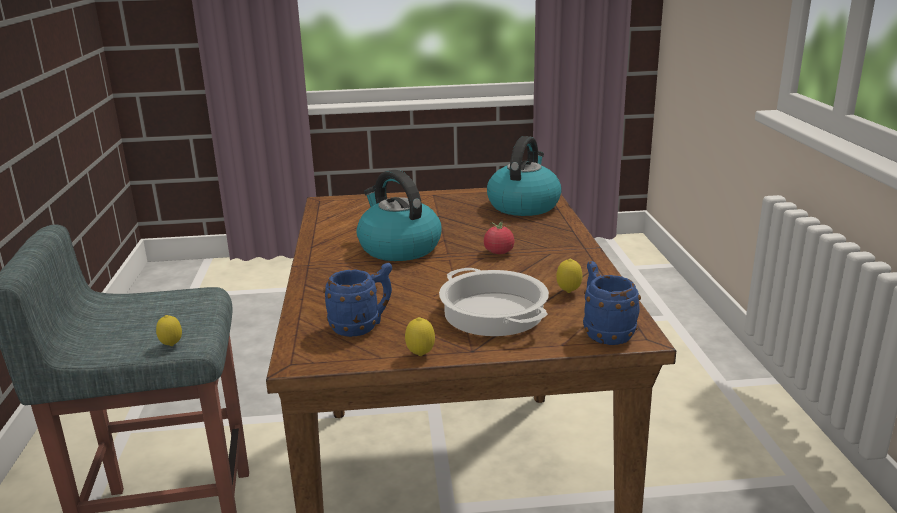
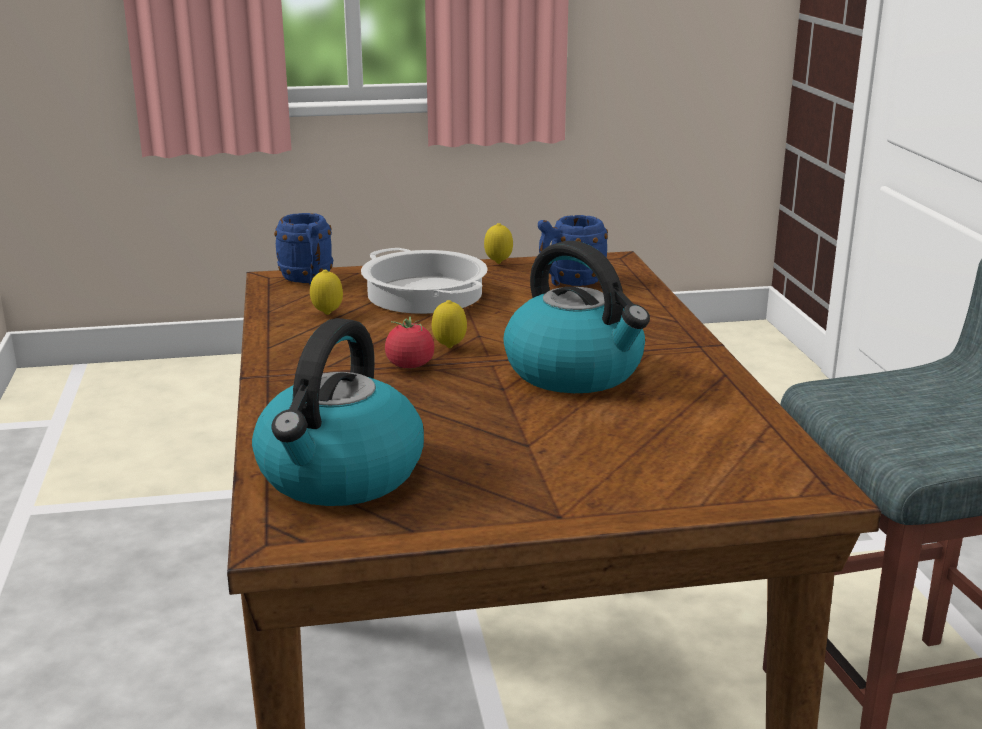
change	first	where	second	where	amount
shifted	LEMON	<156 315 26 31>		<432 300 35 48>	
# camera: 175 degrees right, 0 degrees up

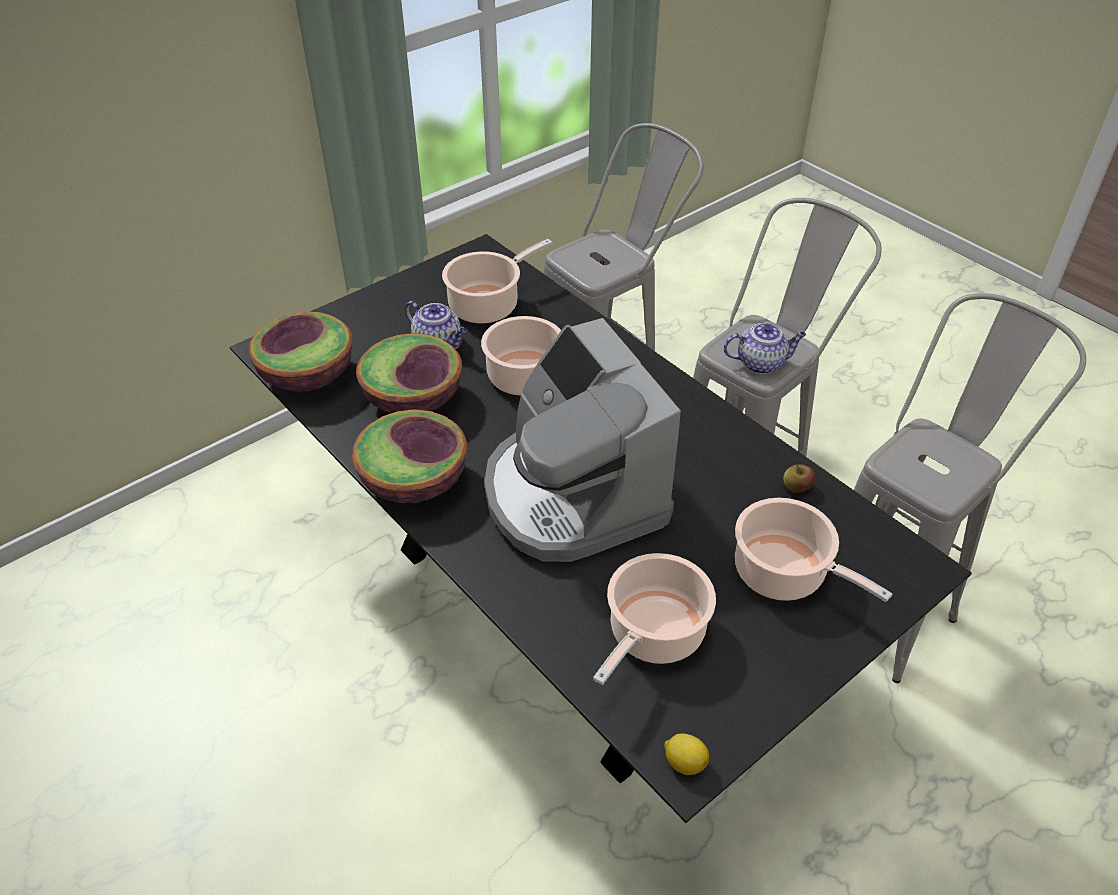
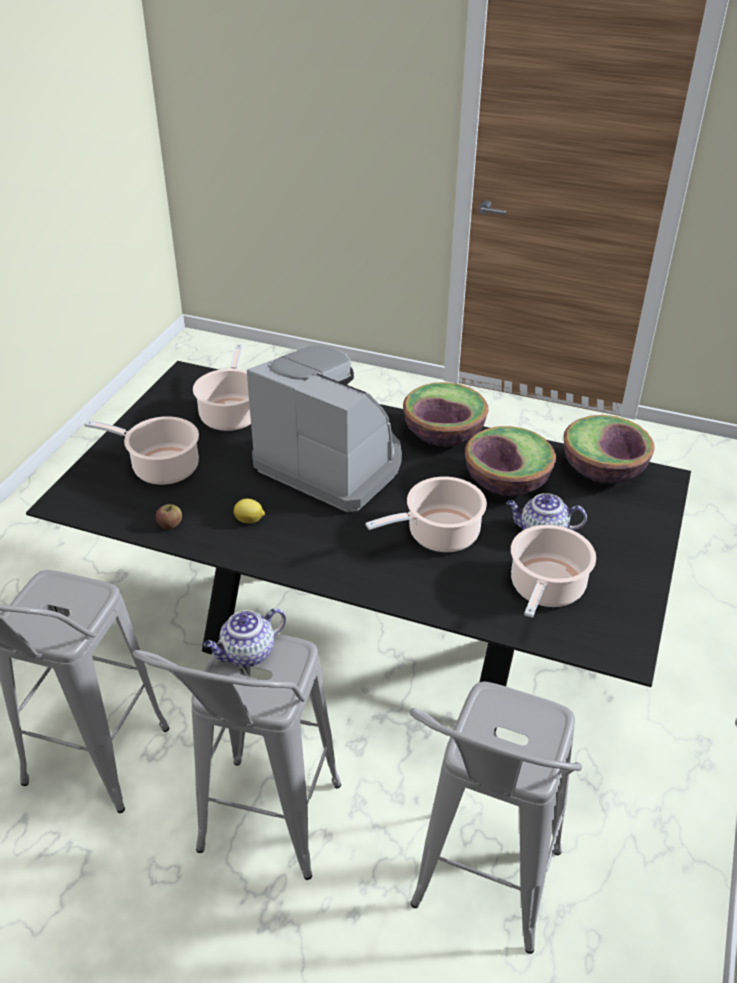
change	first	where	second	where	amount
shifted	LEMON	<664 733 45 42>		<234 499 31 25>	
# camera: 150 degrees right, 5 degrees down

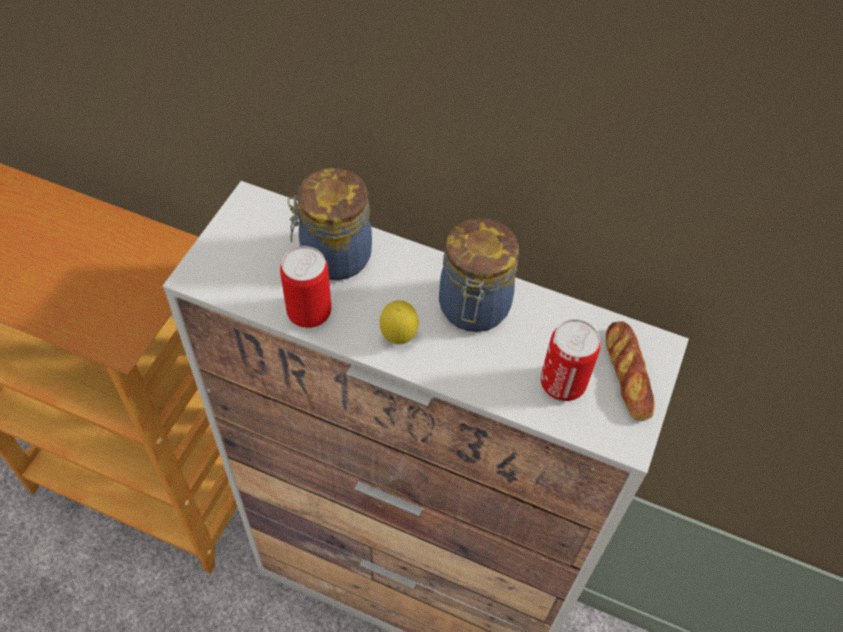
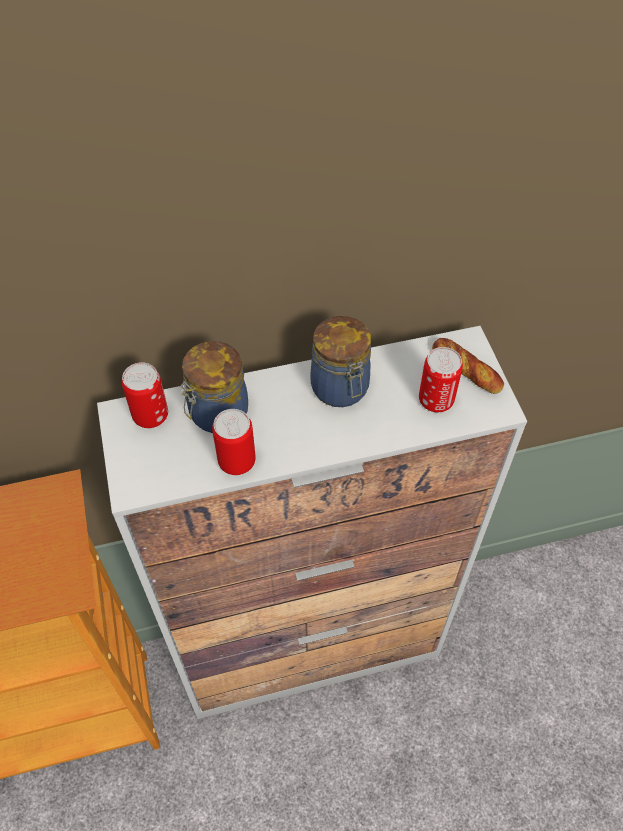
change	first	where	second	where	amount
gone	LEMON	<380 300 39 44>			
new			CAN	<122 362 46 66>	
# camera: 35 degrees left, 0 degrees up

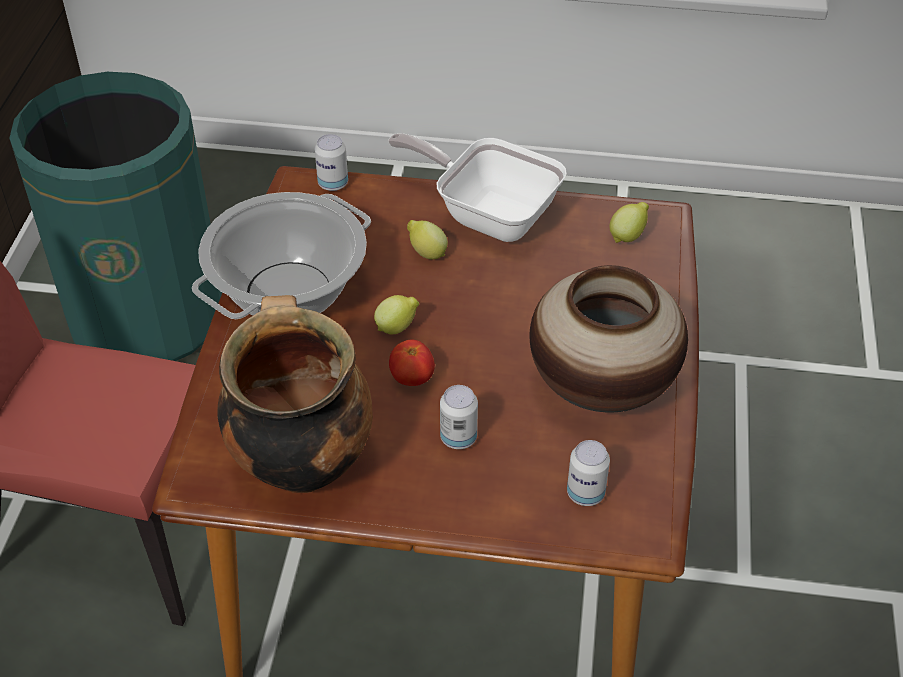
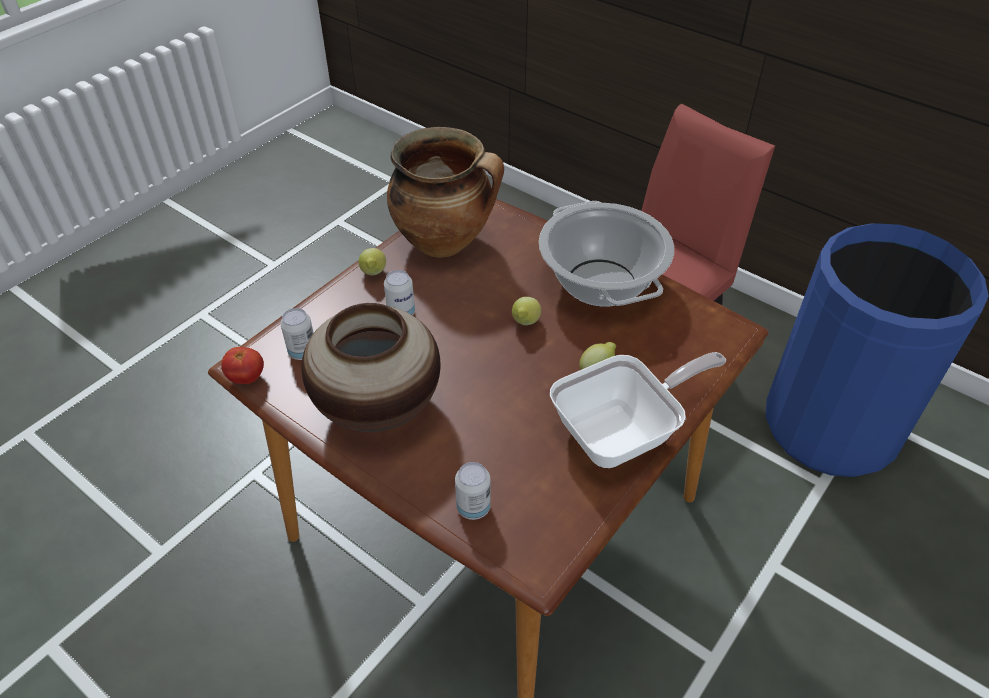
change	first	where	second	where	amount
repainted	GREEN TRASH CAN	<9 72 213 289>	BLUE TRASH CAN	<765 223 224 254>	
shifted	CAN	<315 134 33 57>		<455 462 36 58>	
shifted	TOMATO	<389 340 46 46>		<221 347 43 37>	
shifted	LEMON	<609 202 40 41>		<359 248 27 27>	
# camera: 120 degrees right, 0 degrees up

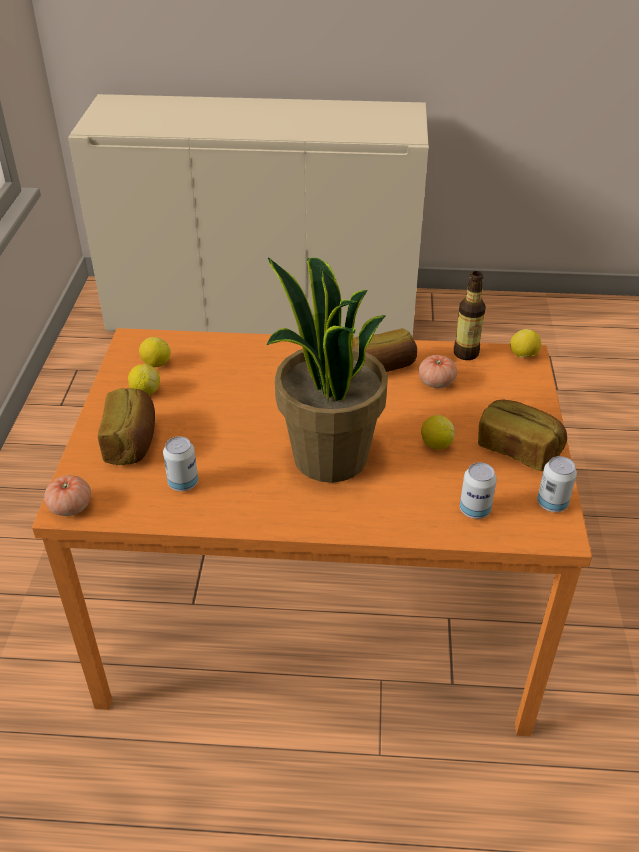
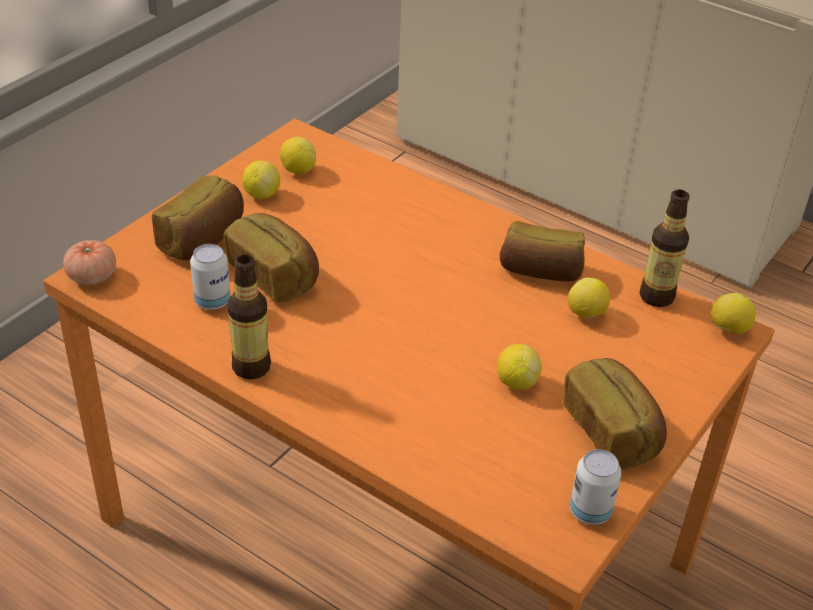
change	first	where	second	where	amount
gone	POTTED PLANT	<267 257 121 226>			
swapped	TOMATO	<419 355 38 33>	LEMON	<568 277 42 42>	
gone	CAN	<460 463 37 56>			
new			BREAD	<224 213 95 90>	
new			BOTTLE	<228 255 43 124>	
# camera: 30 degrees right, 0 degrees up

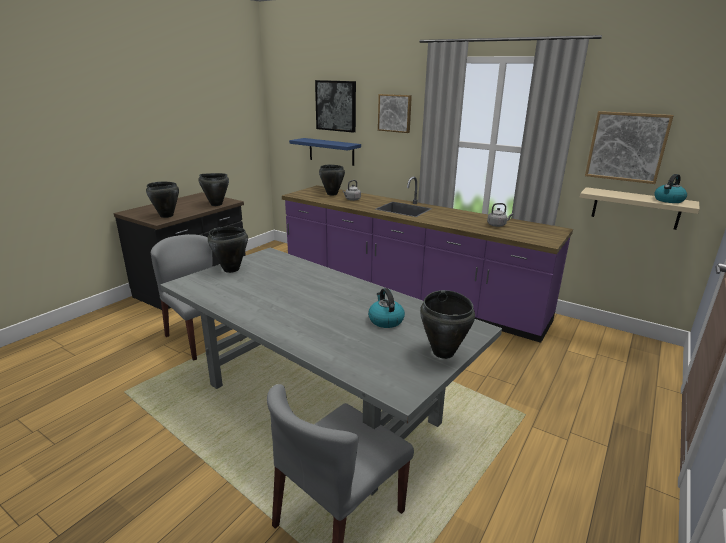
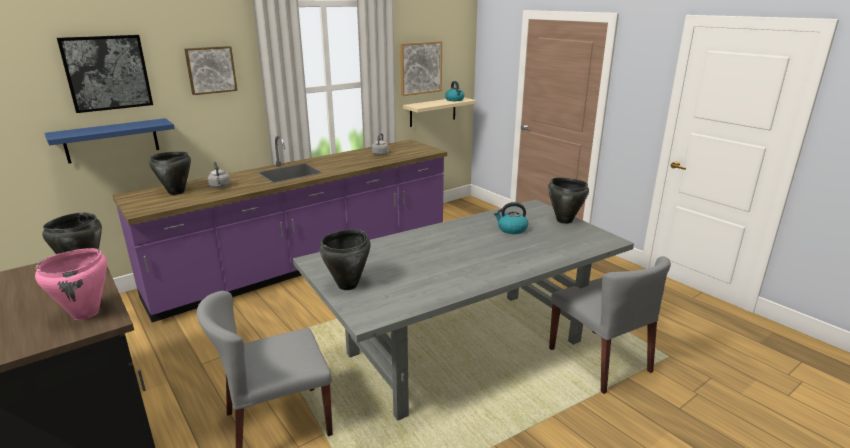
change	first	where	second	where	amount
repainted	BLACK COOKING POT	<146 182 33 36>	PINK COOKING POT	<35 248 72 72>	
# camera: 70 degrees left, 0 degrees up

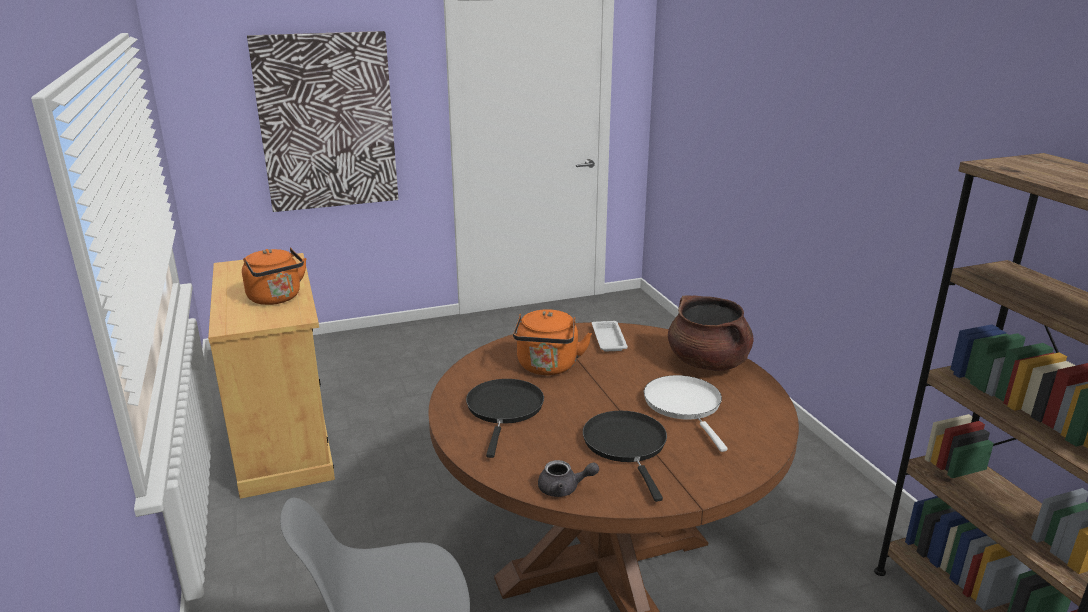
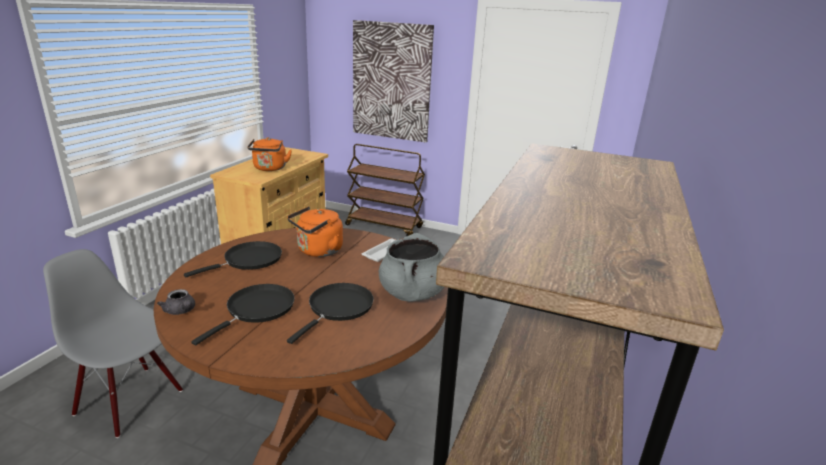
change	first	where	second	where	amount
repainted	WHITE FRYING PAN	<644 375 83 77>	BLACK FRYING PAN	<287 283 87 61>	
repainted	BROWN COOKING POT	<668 295 86 76>	GREY COOKING POT	<379 233 65 69>	
new			BROWN CART	<345 144 80 92>	
# camera: 40 degrees right, 0 degrees up

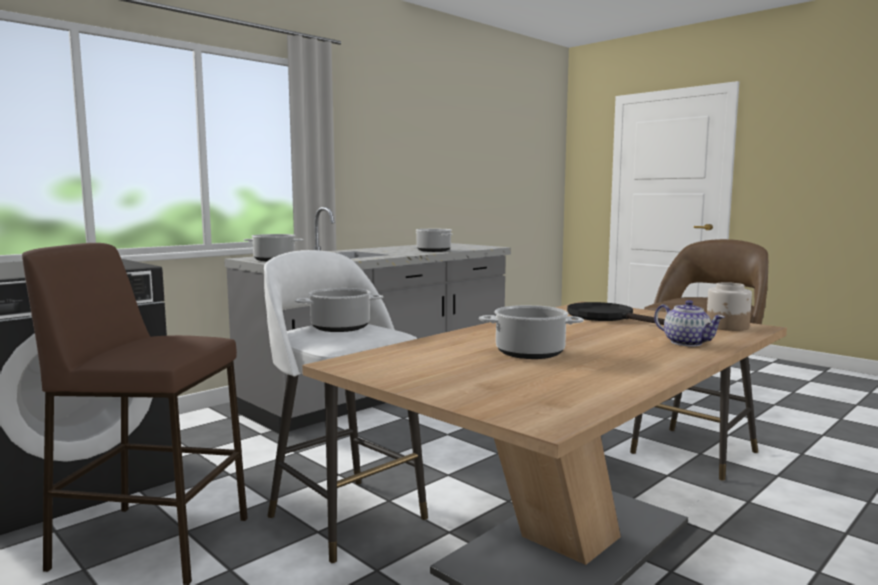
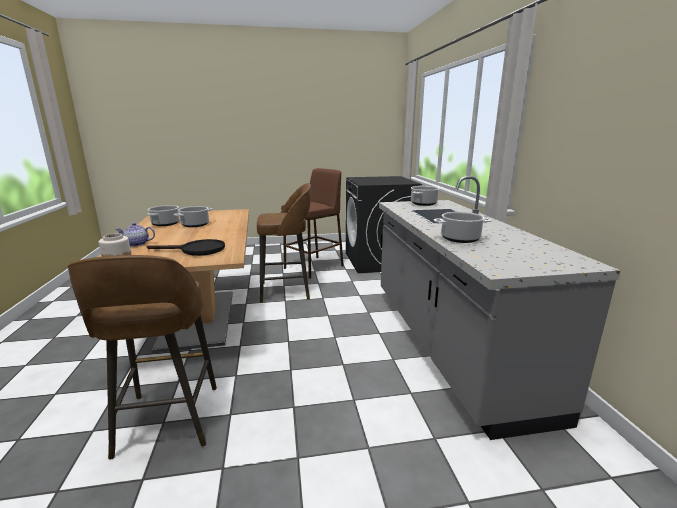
change	first	where	second	where	amount
repainted	WHITE STOOL	<264 250 164 314>	BROWN STOOL	<257 183 54 120>	
shifted	COOKING POT	<295 288 88 44>		<147 205 33 21>	
# camera: 125 degrees right, 10 degrees up

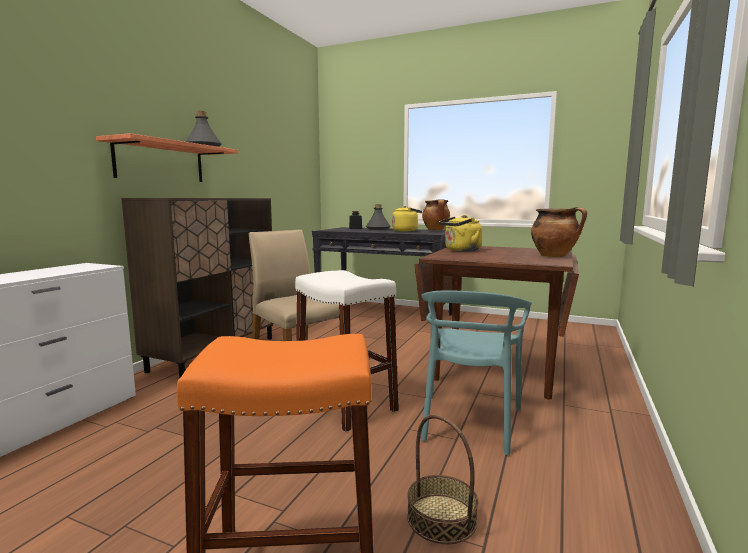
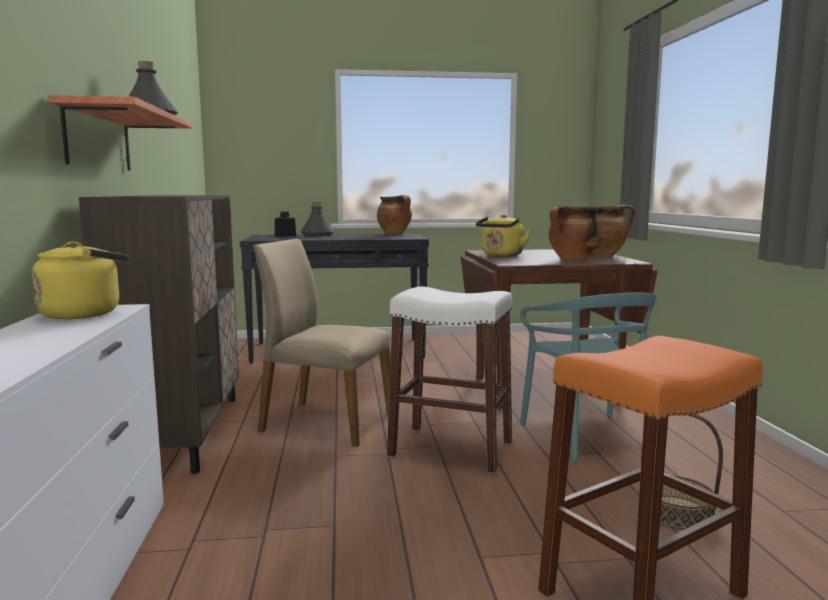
change	first	where	second	where	amount
shifted	YELLOW KETTLE	<392 206 30 26>		<32 241 97 78>	
new			COOKING POT	<549 206 51 55>	
# camera: 30 degrees left, 0 degrees up

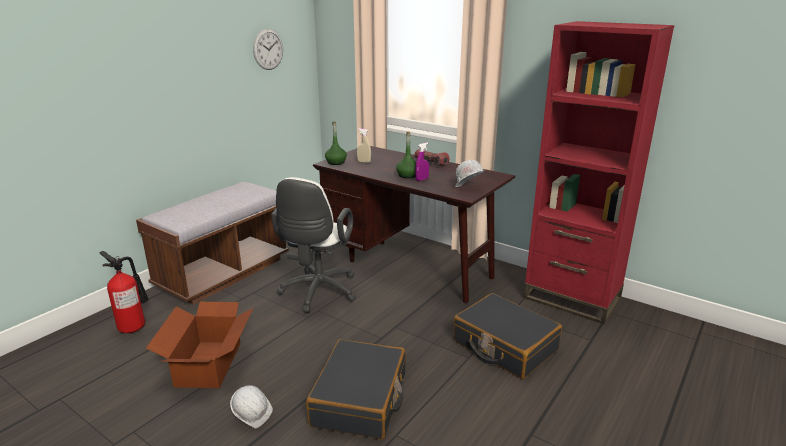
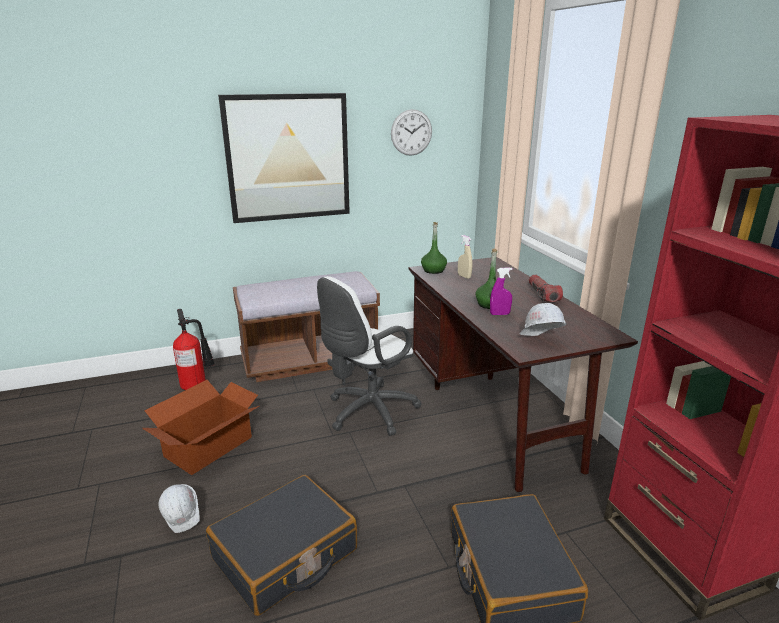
change	first	where	second	where	amount
new			PICTURE	<218 93 132 130>	
# camera: 35 degrees right, 0 degrees up

